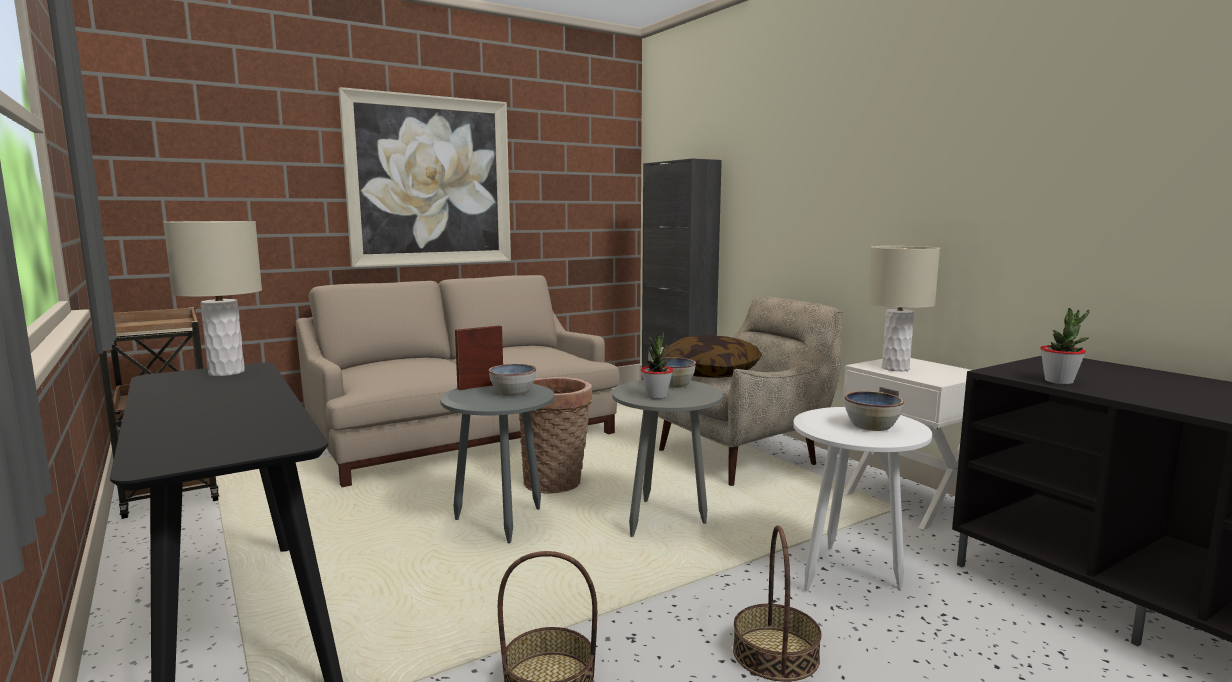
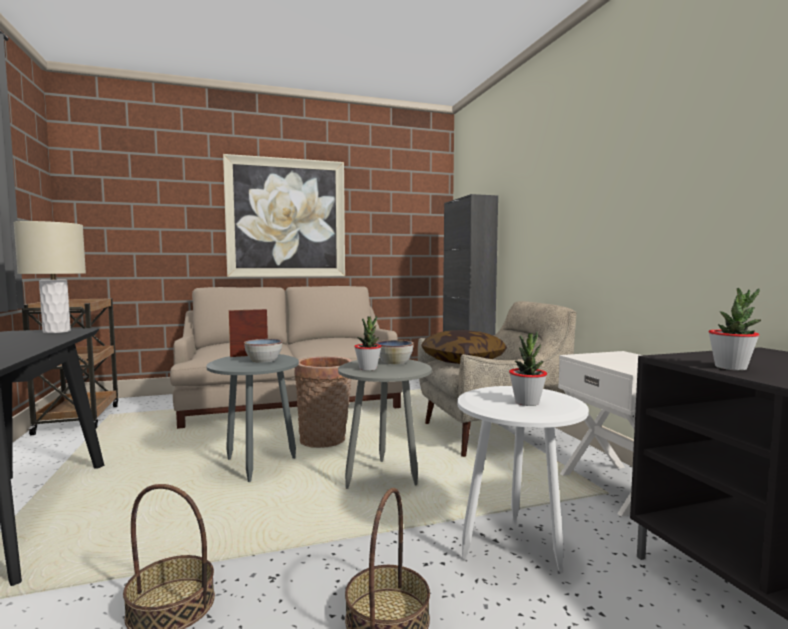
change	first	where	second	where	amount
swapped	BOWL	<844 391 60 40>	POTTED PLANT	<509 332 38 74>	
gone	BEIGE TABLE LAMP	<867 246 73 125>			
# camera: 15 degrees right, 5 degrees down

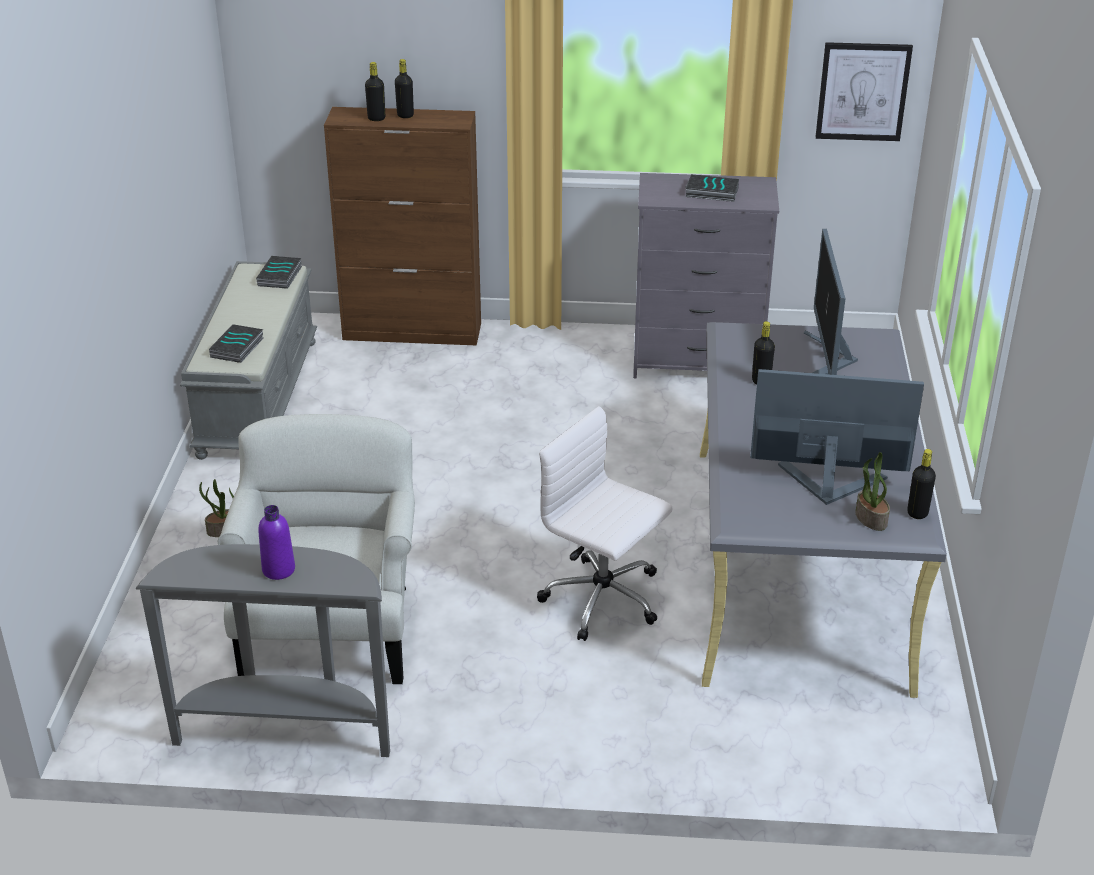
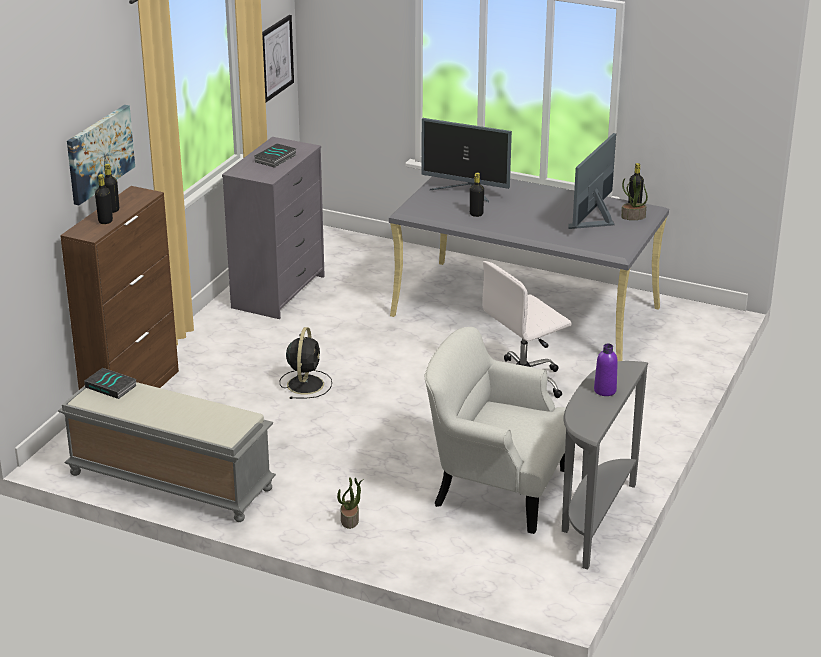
change	first	where	second	where	amount
gone	BOOK	<209 324 55 39>			
new			PICTURE	<67 105 68 100>	
new			BLACK FAN	<279 327 53 72>	
# camera: 70 degrees left, 5 degrees down

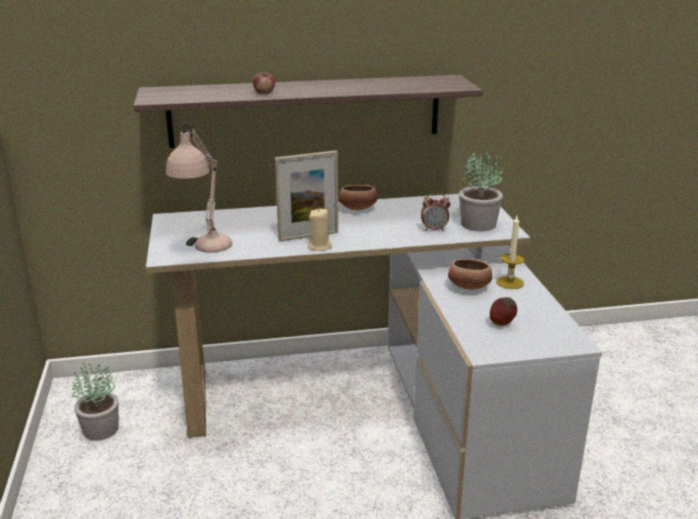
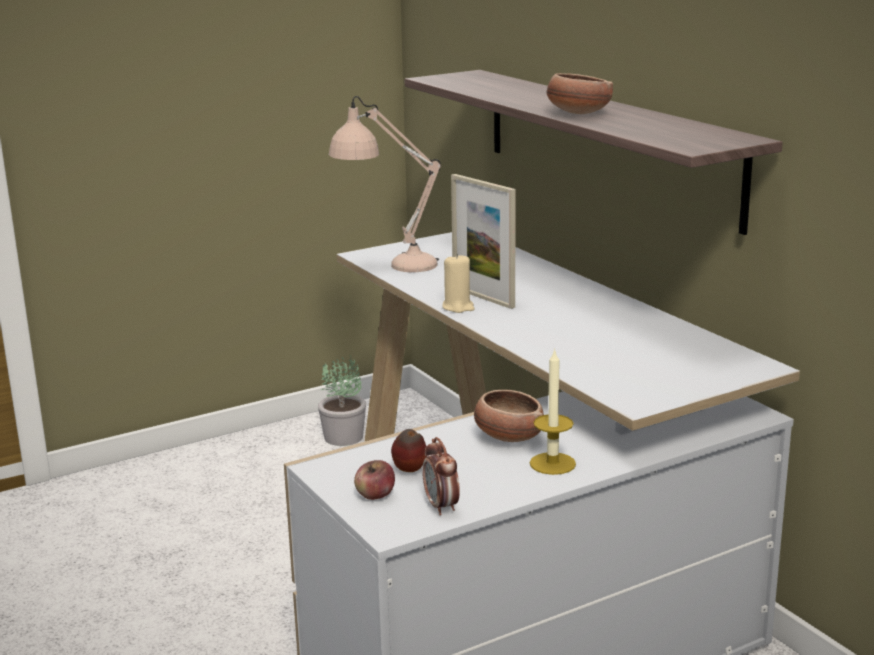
change	first	where	second	where	amount
shifted	APPLE	<253 71 22 23>		<354 460 41 40>	
shifted	BOWL	<339 185 38 25>		<546 73 67 41>	
shifted	ALARM CLOCK	<421 193 29 38>		<422 437 38 79>	
gone	POTTED PLANT	<459 146 44 85>			
# camera: 70 degrees right, 5 degrees down

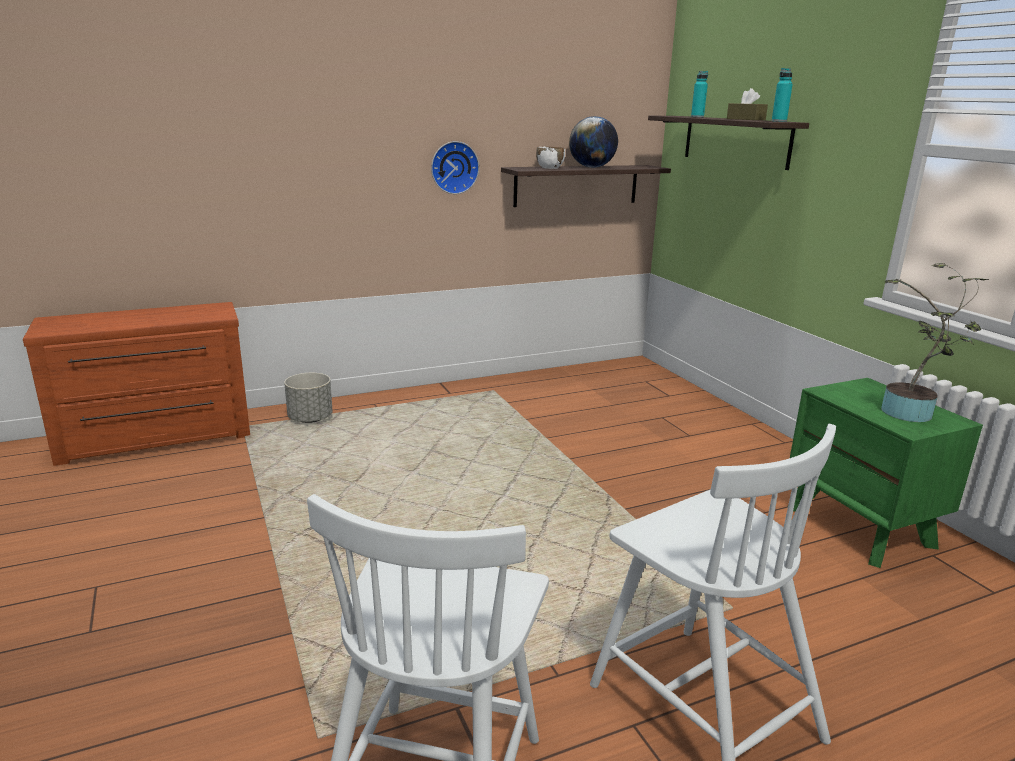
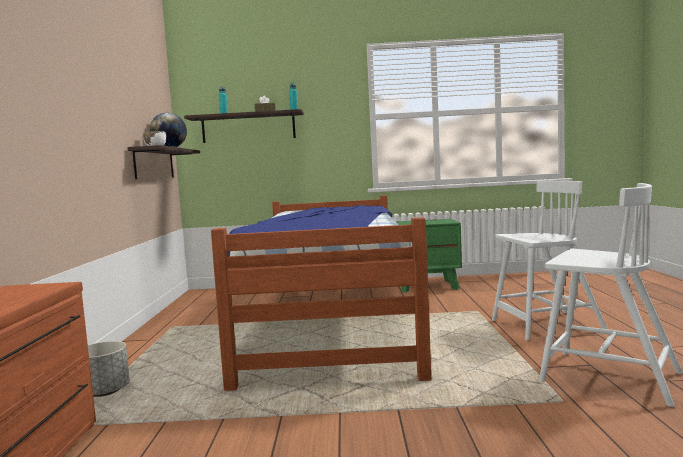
change	first	where	second	where	amount
gone	WALL CLOCK	<431 141 48 53>			
gone	POTTED PLANT	<881 263 108 159>			
new			BED	<211 195 220 196>	
# camera: 65 degrees left, 15 degrees down

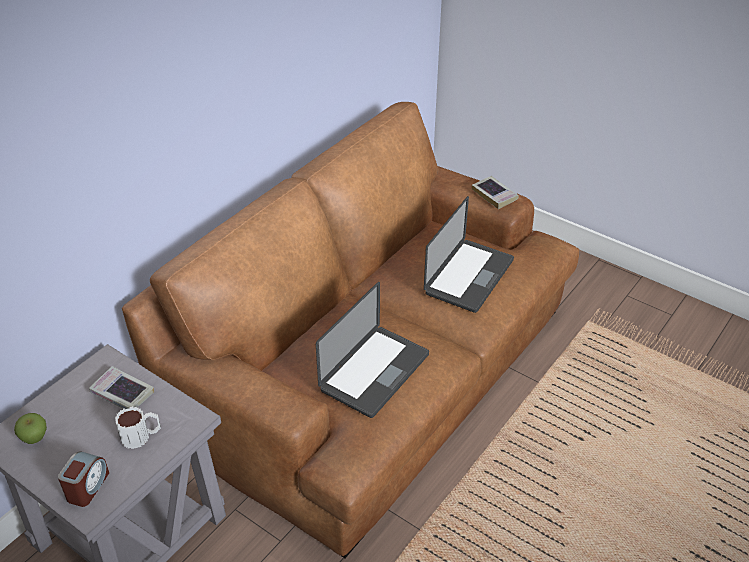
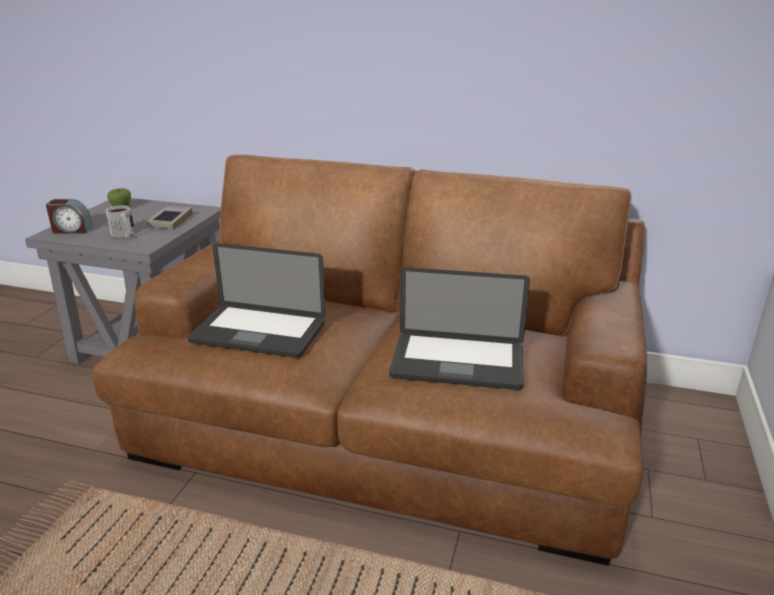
change	first	where	second	where	amount
gone	BOOK	<472 176 47 33>			
# camera: 70 degrees right, 15 degrees down

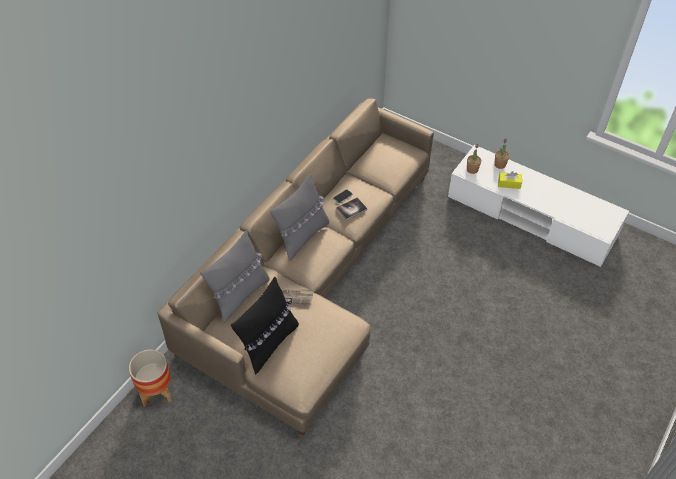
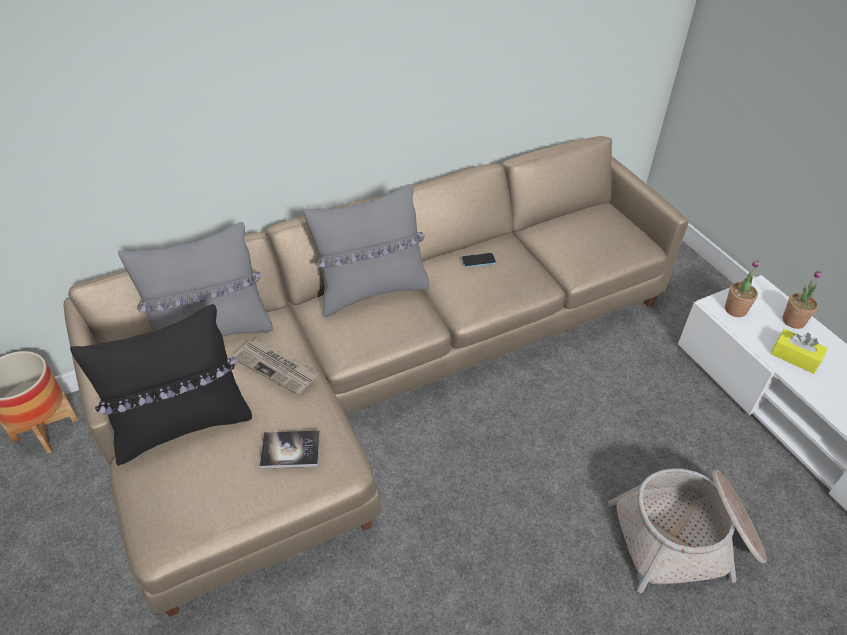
change	first	where	second	where	amount
shifted	BOOK	<336 197 32 23>		<259 431 61 38>	
new			BASKET	<608 468 159 125>	
# camera: 30 degrees right, 5 degrees down

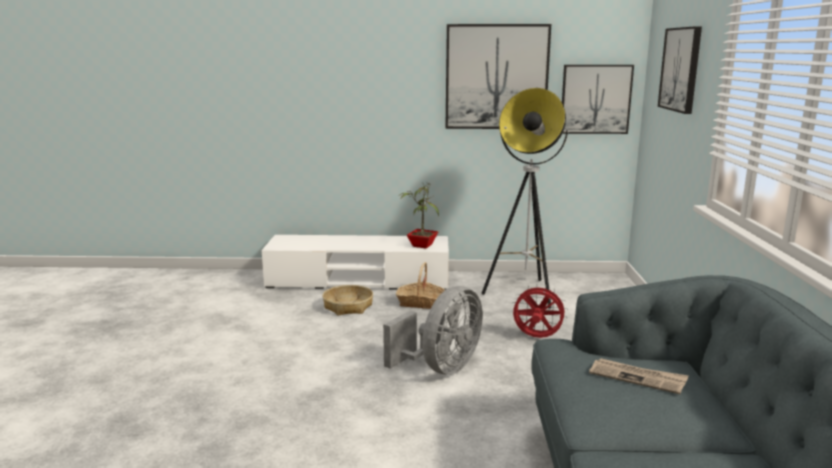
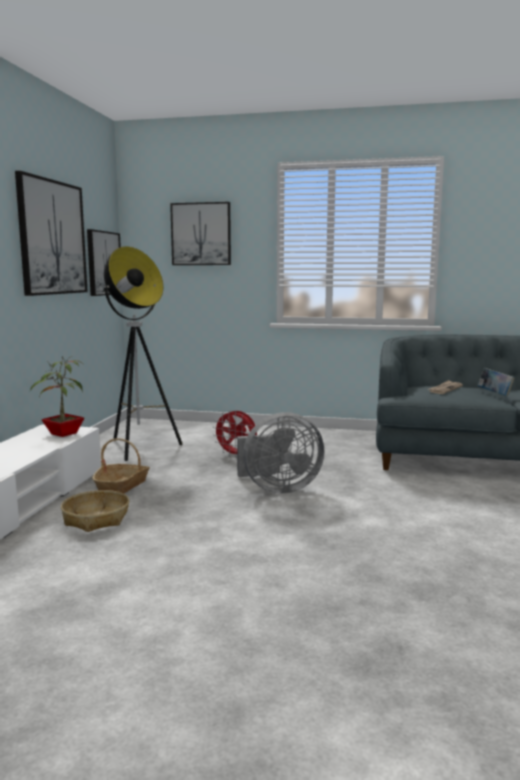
change	first	where	second	where	amount
rotated	GREY FAN	<383 286 100 89>		<237 412 88 82>	120 degrees clockwise
rotated	RED FAN	<512 284 56 54>		<212 409 45 49>	90 degrees counterclockwise
new			BOOK	<478 368 37 28>	
# camera: 80 degrees left, 5 degrees down

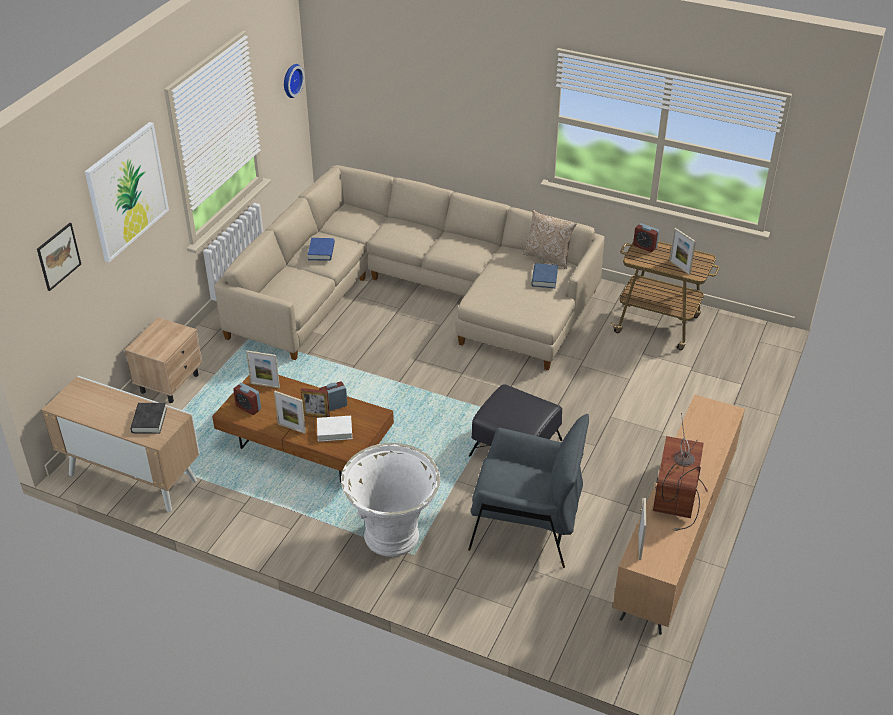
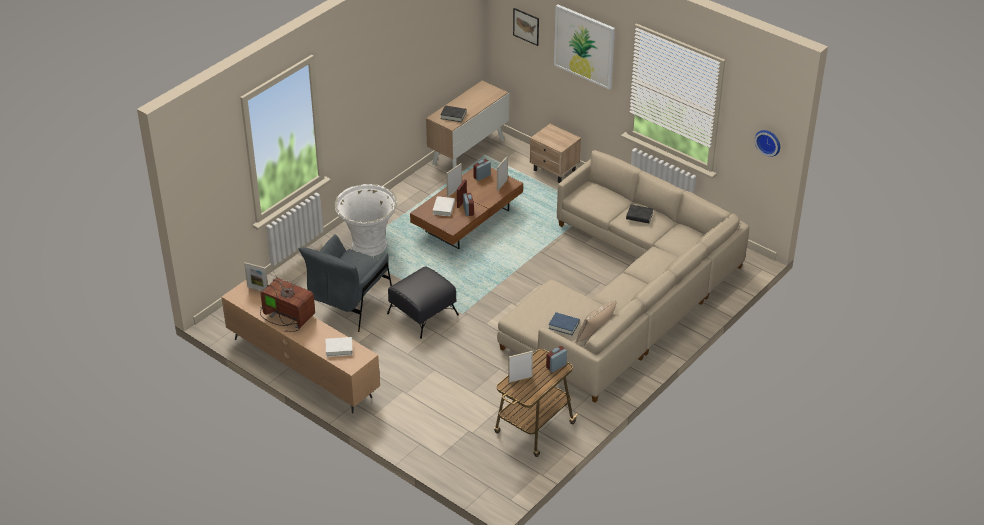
change	first	where	second	where	amount
repainted	BLUE BOOK	<308 238 27 23>	BLACK BOOK	<626 204 27 19>	
new			WHITE BOOK	<325 337 28 20>	
# camera: 105 degrees right, 0 degrees up

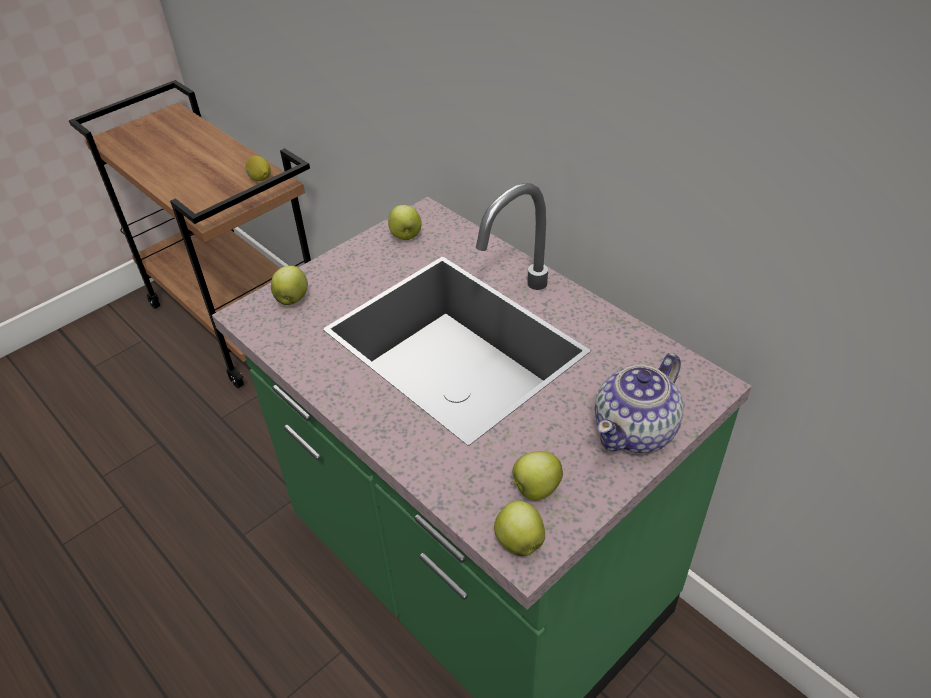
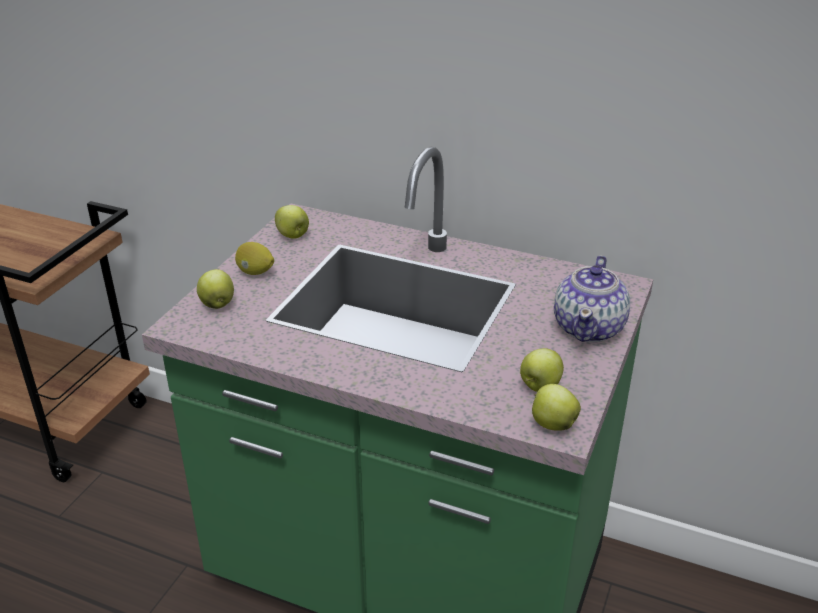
change	first	where	second	where	amount
shifted	LEMON	<245 156 26 25>		<235 242 39 33>	
# camera: 25 degrees left, 10 degrees down

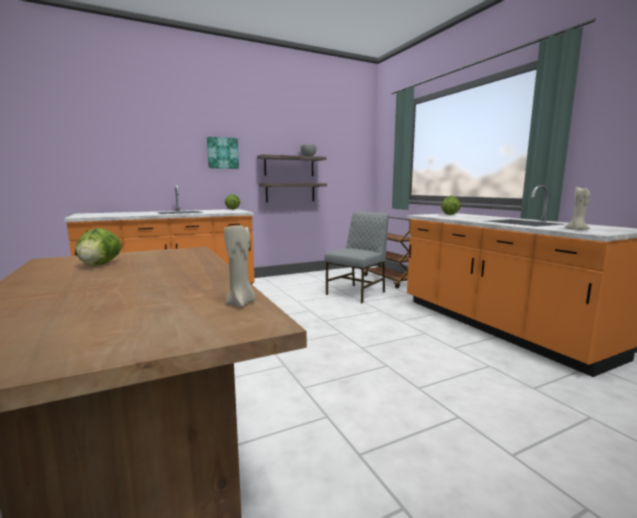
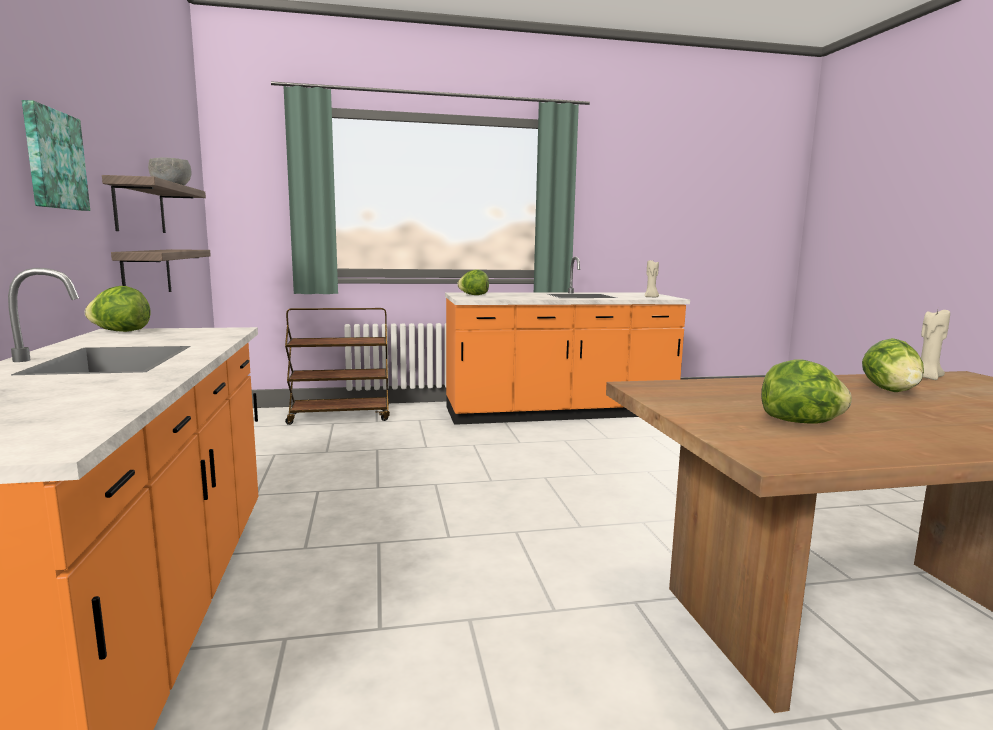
change	first	where	second	where	amount
gone	GREY CHAIR	<325 211 64 92>			
new			LETTUCE	<862 338 62 54>	
# camera: 75 degrees left, 0 degrees up

